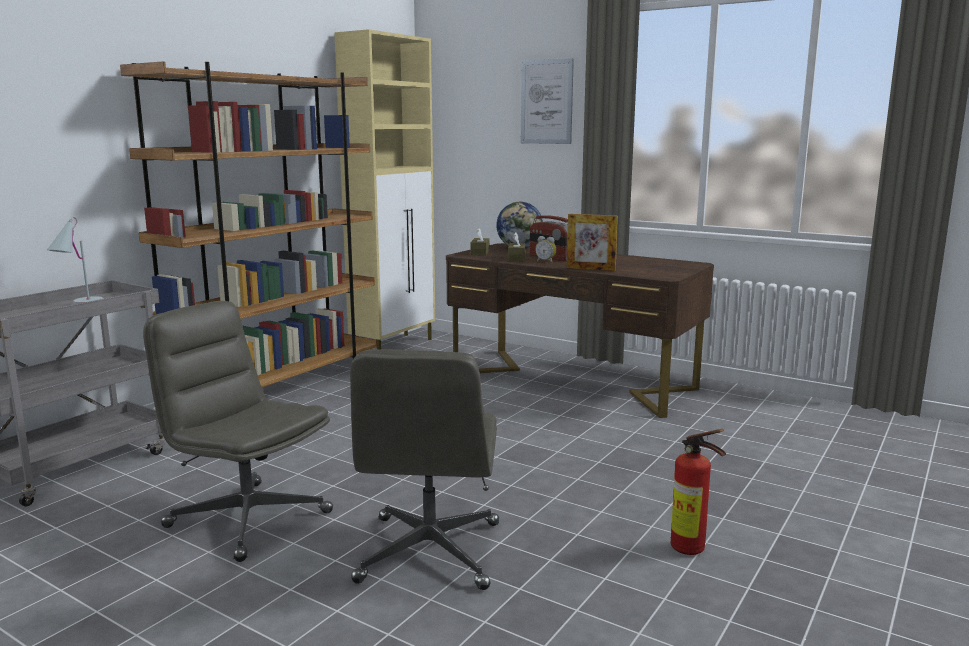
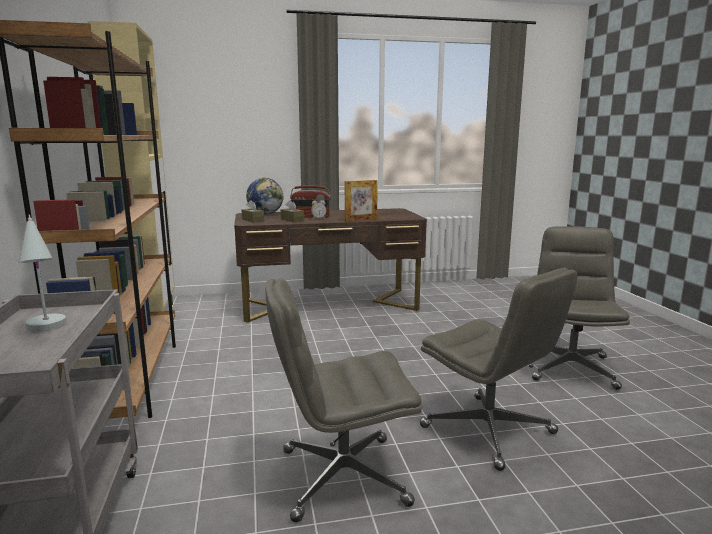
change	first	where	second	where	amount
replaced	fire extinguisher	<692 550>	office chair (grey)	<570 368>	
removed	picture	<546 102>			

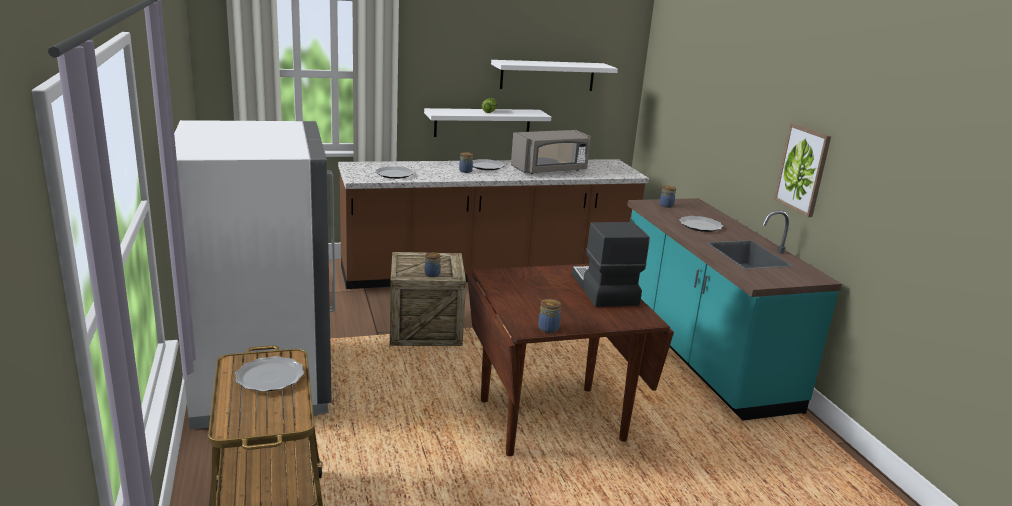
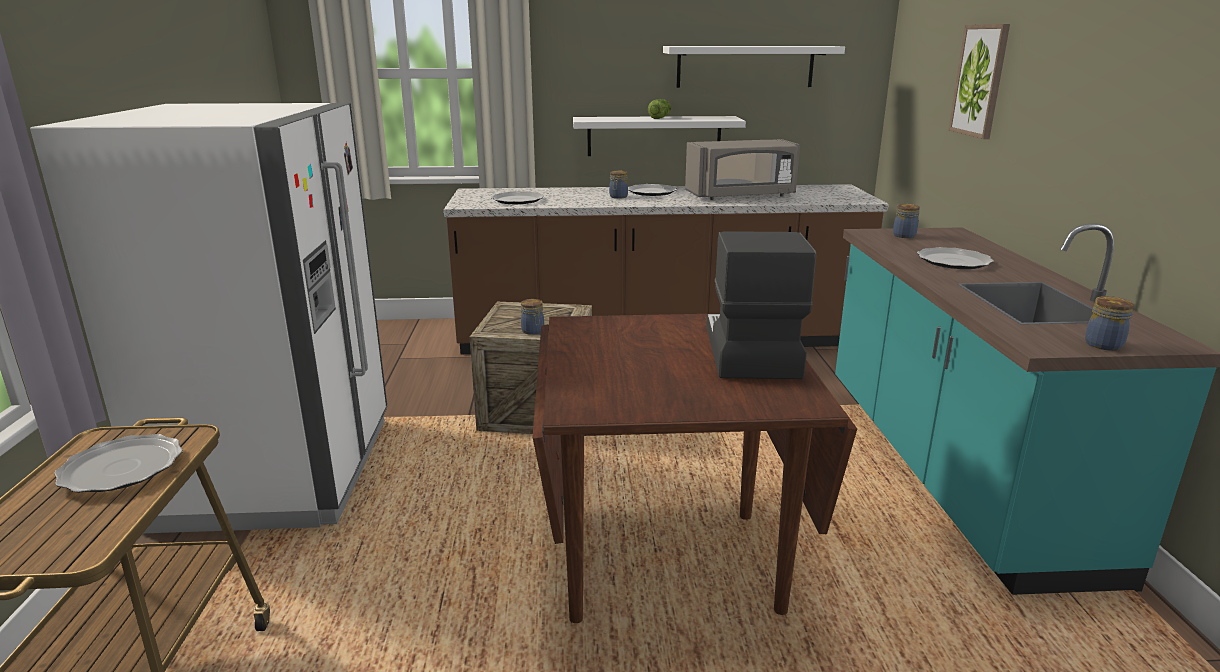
change	first	where	second	where	amount
moved	picture	<803 169>		<980 80>	
moved	jar	<548 328>		<1103 344>	

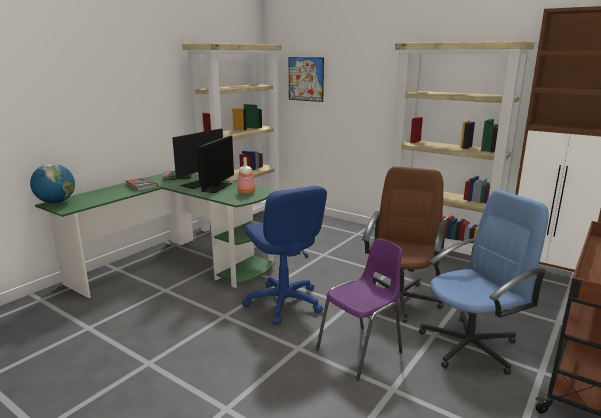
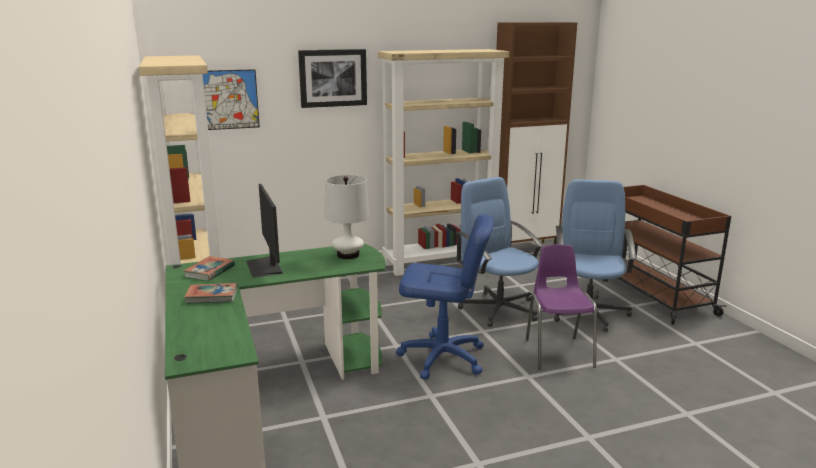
change	first	where	second	where	amount
added			picture	<333 78>	
replaced	bottle	<246 192>	table lamp (white)	<348 255>	
recoloured	office chair (brown)	<400 300>	office chair (blue)	<499 309>	
removed	globe	<56 202>			
removed	monitor	<216 187>			

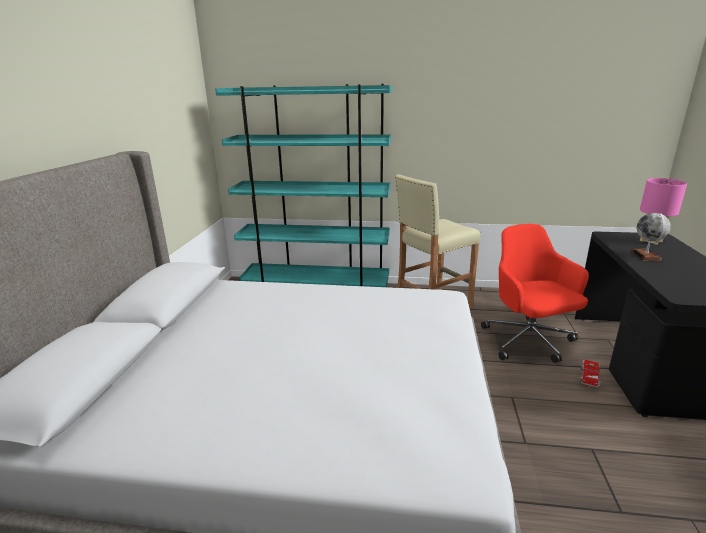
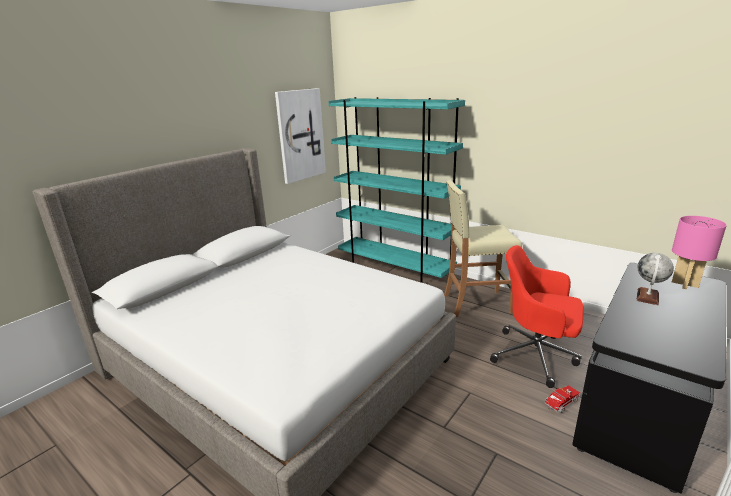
change	first	where	second	where	amount
added			picture	<300 135>	
turned	office chair (red)	<528 341>		<536 356>	75 degrees counterclockwise

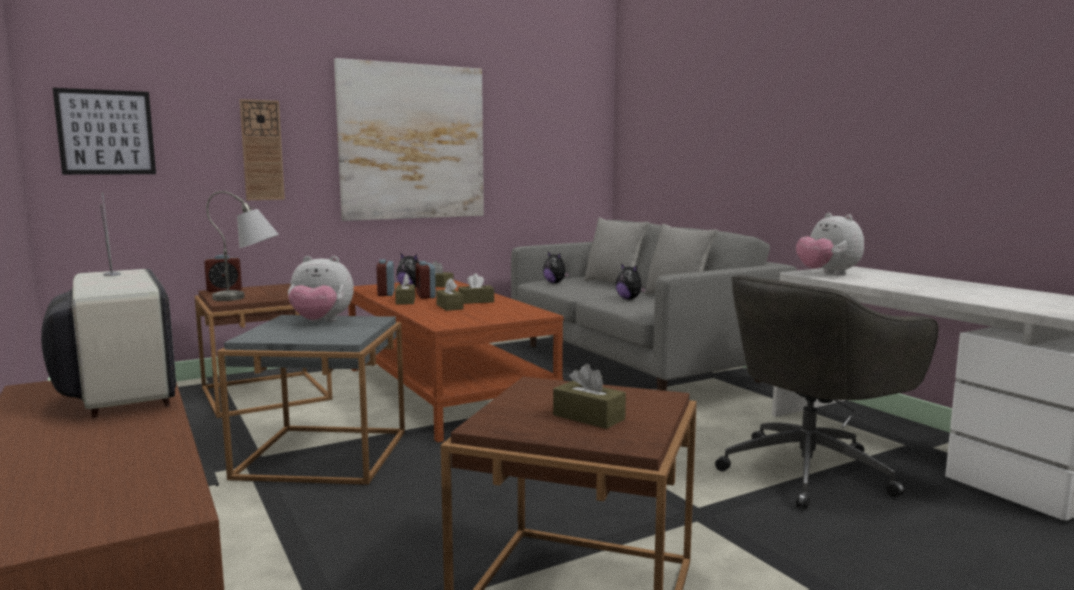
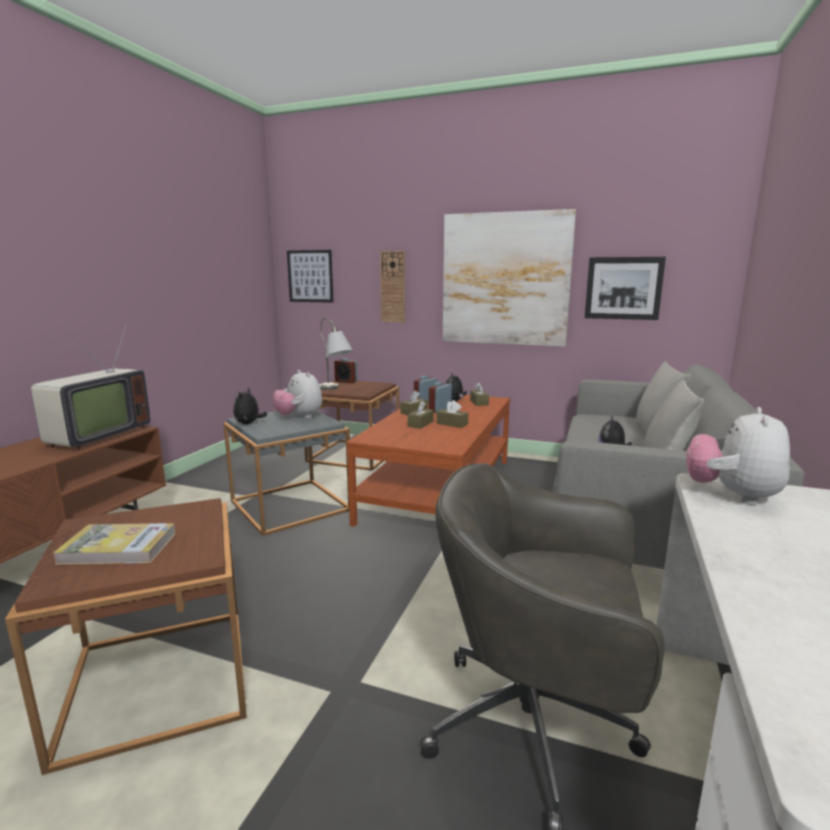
change	first	where	second	where	amount
replaced	tissue box (brown)	<588 417>	book	<118 548>	
moved	plush toy	<555 283>		<249 424>	
added			picture	<623 288>	

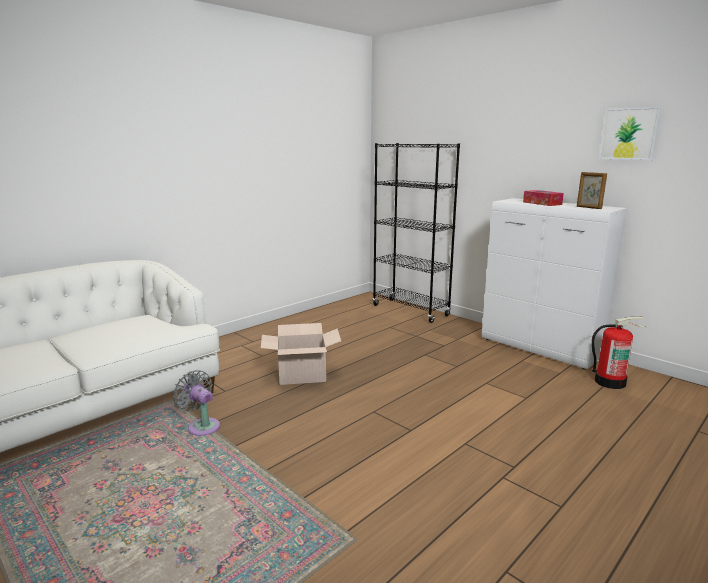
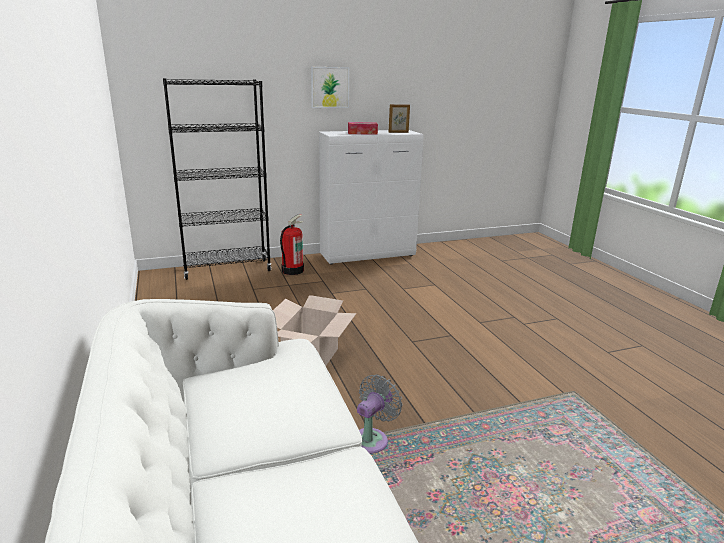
change	first	where	second	where	amount
moved	fire extinguisher	<610 382>		<292 270>	
moved	picture	<629 134>		<329 87>	
turned	fan (grey)	<202 426>		<372 439>	150 degrees clockwise

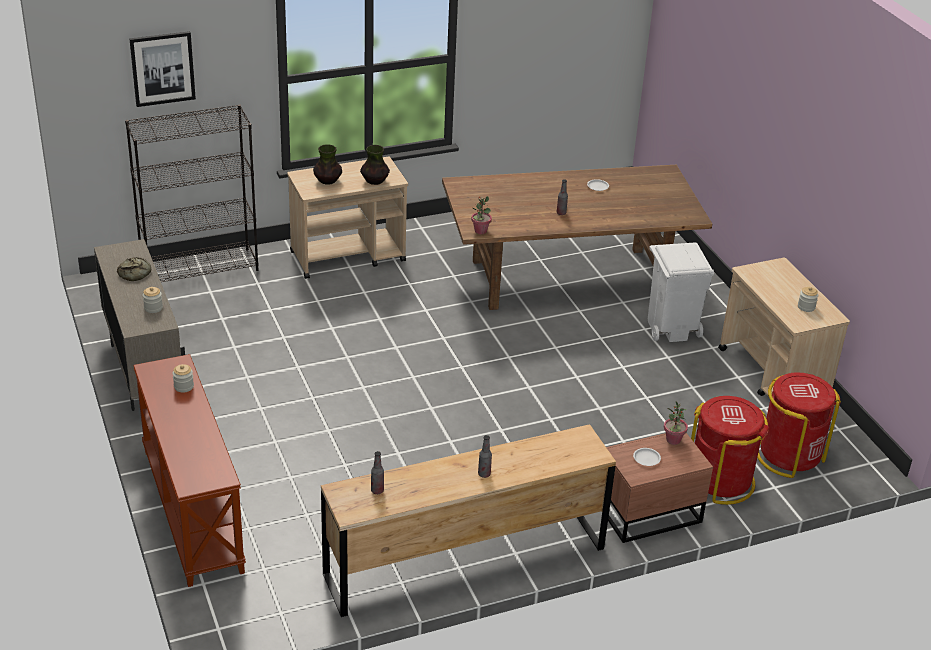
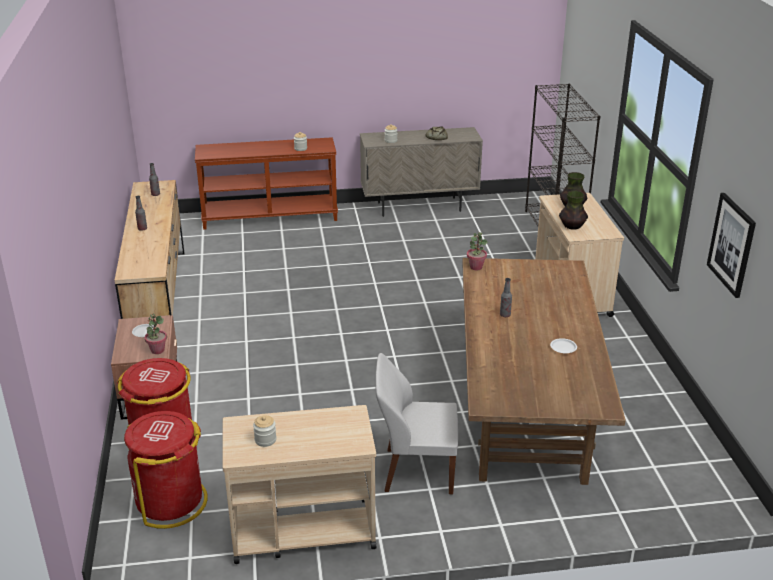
change	first	where	second	where	amount
replaced	trash can (white)	<671 328>	chair (white)	<416 471>	
moved	picture	<162 68>		<731 244>	

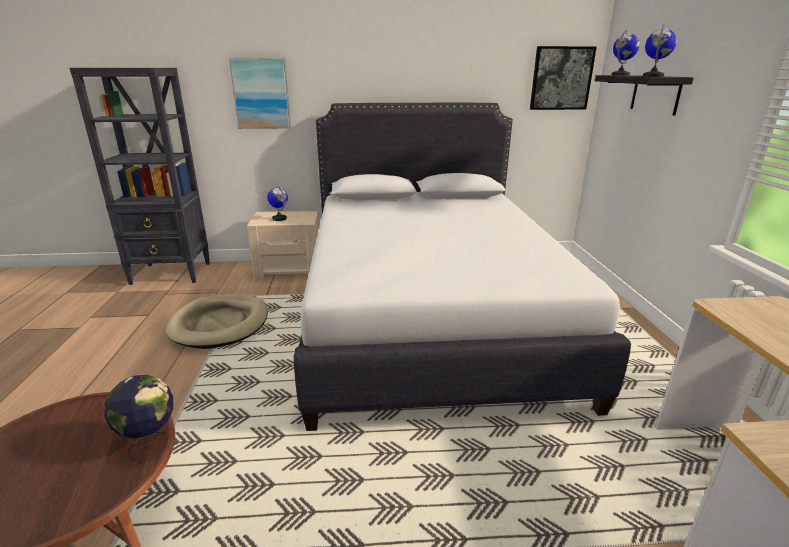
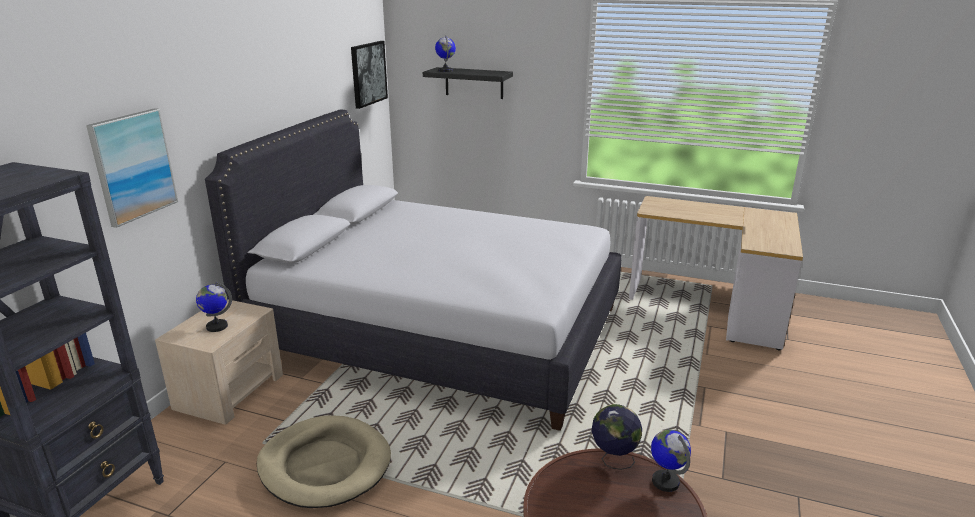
change	first	where	second	where	amount
moved	globe	<653 76>		<665 481>	

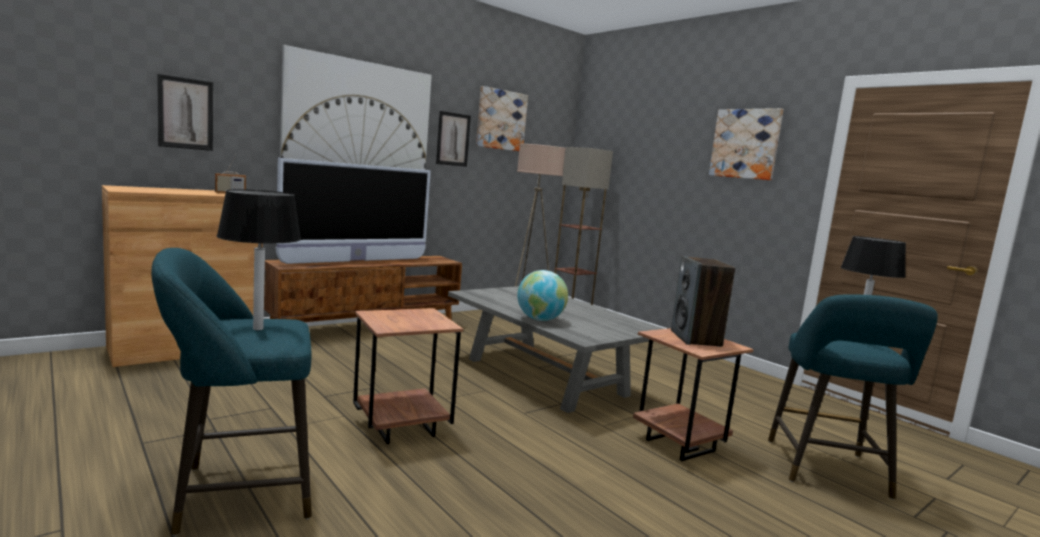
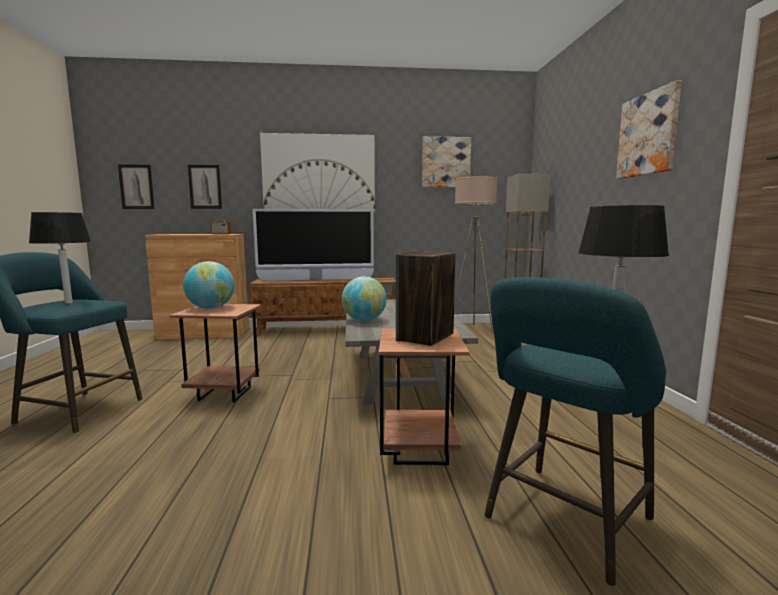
change	first	where	second	where	amount
moved	picture	<453 139>		<136 187>	
added			globe	<211 308>	

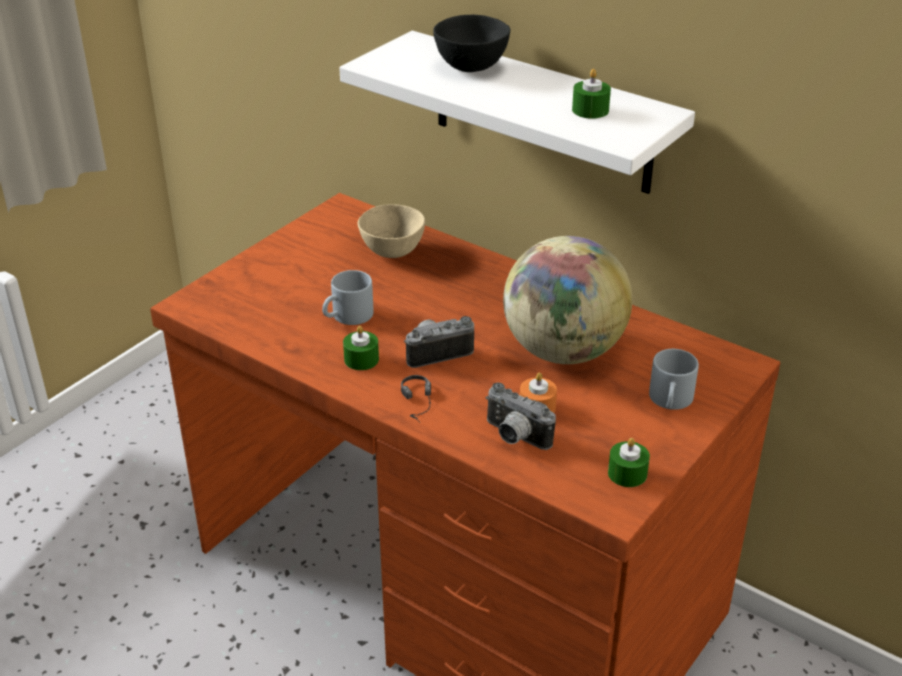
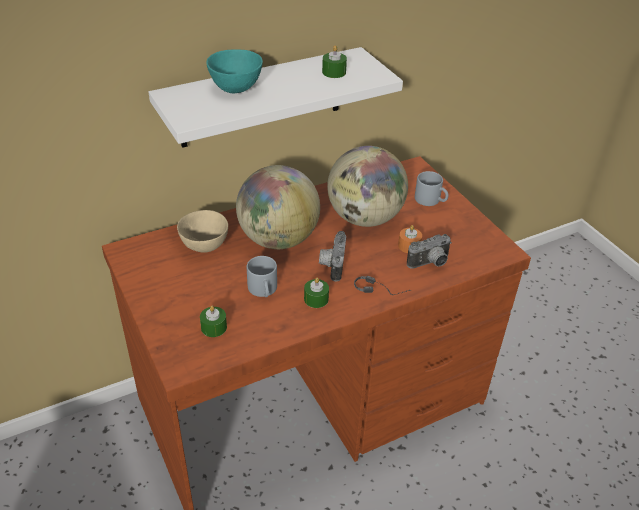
change	first	where	second	where	amount
moved	candle (green)	<627 473>		<214 327>	
recoloured	bowl (black)	<472 68>	bowl (turquoise)	<236 88>	
added			globe	<278 239>	

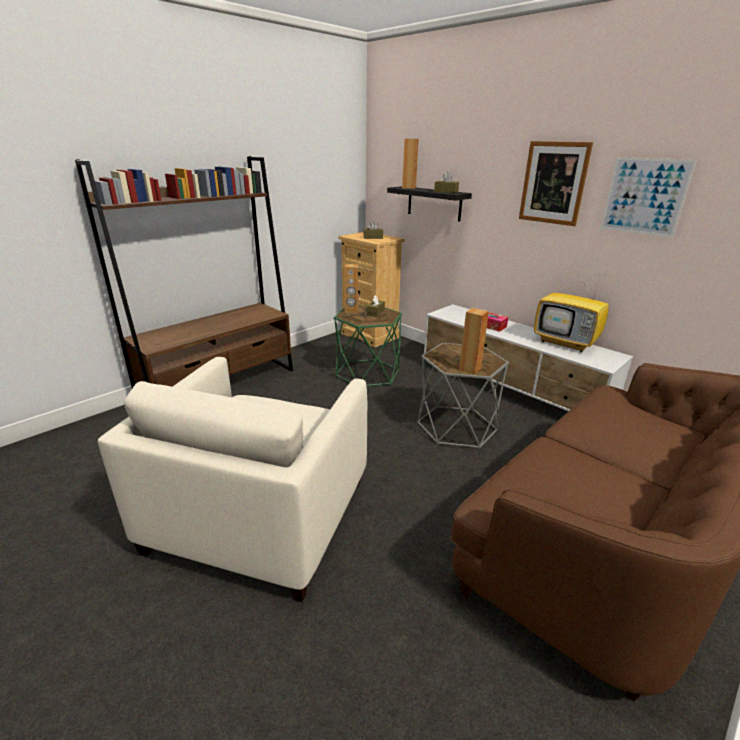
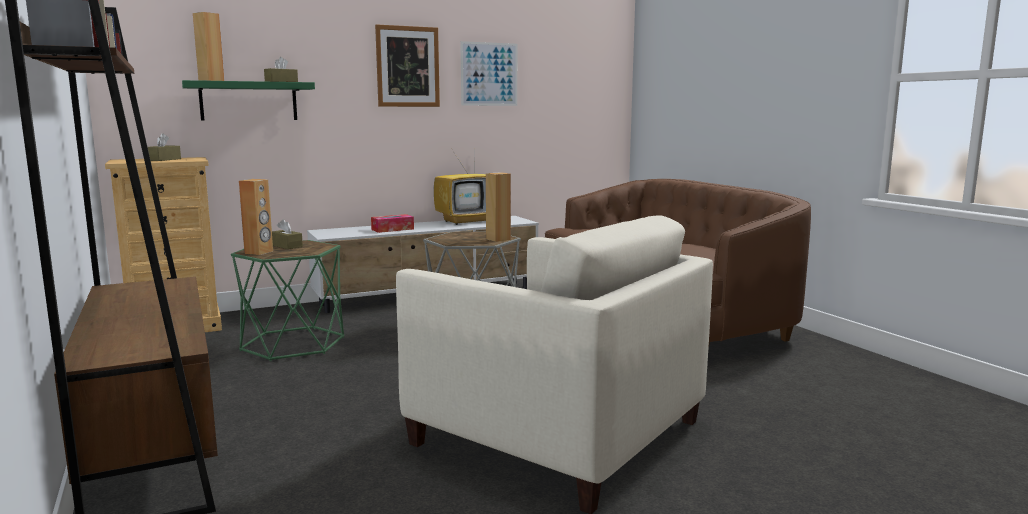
change	first	where	second	where	amount
recoloured	shelf (black)	<434 203>	shelf (green)	<248 101>	

